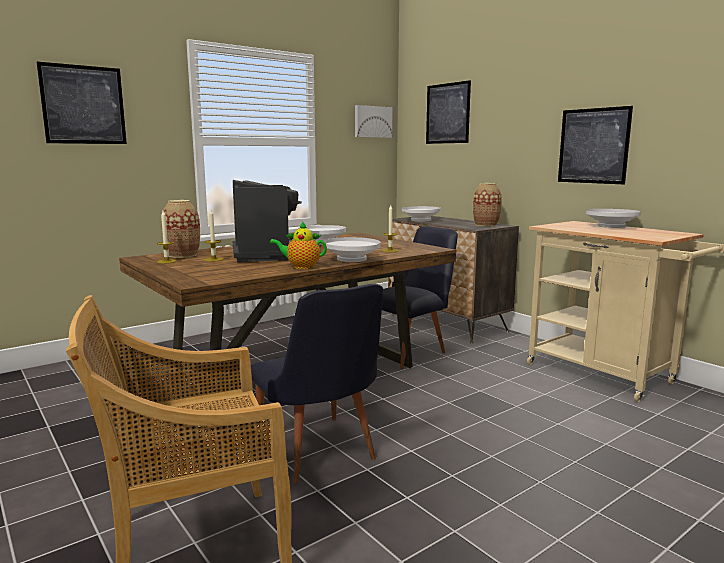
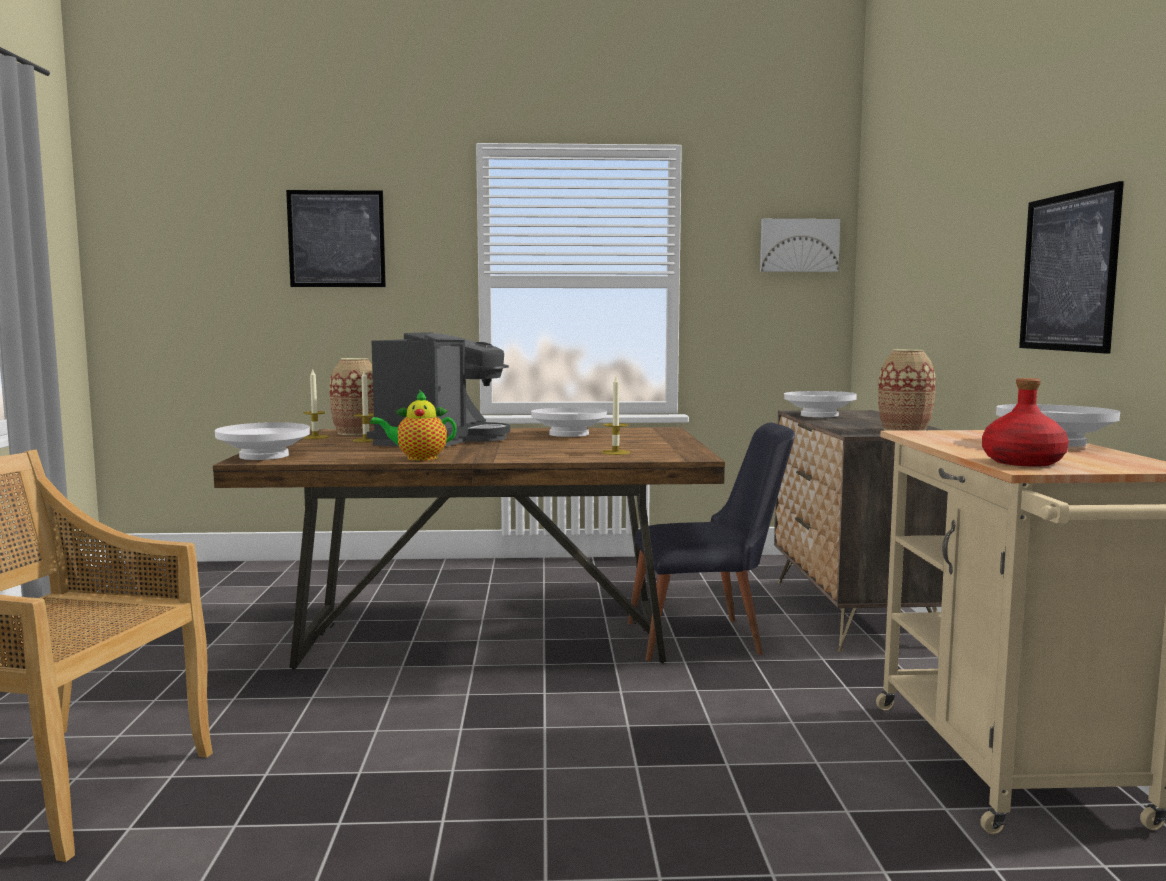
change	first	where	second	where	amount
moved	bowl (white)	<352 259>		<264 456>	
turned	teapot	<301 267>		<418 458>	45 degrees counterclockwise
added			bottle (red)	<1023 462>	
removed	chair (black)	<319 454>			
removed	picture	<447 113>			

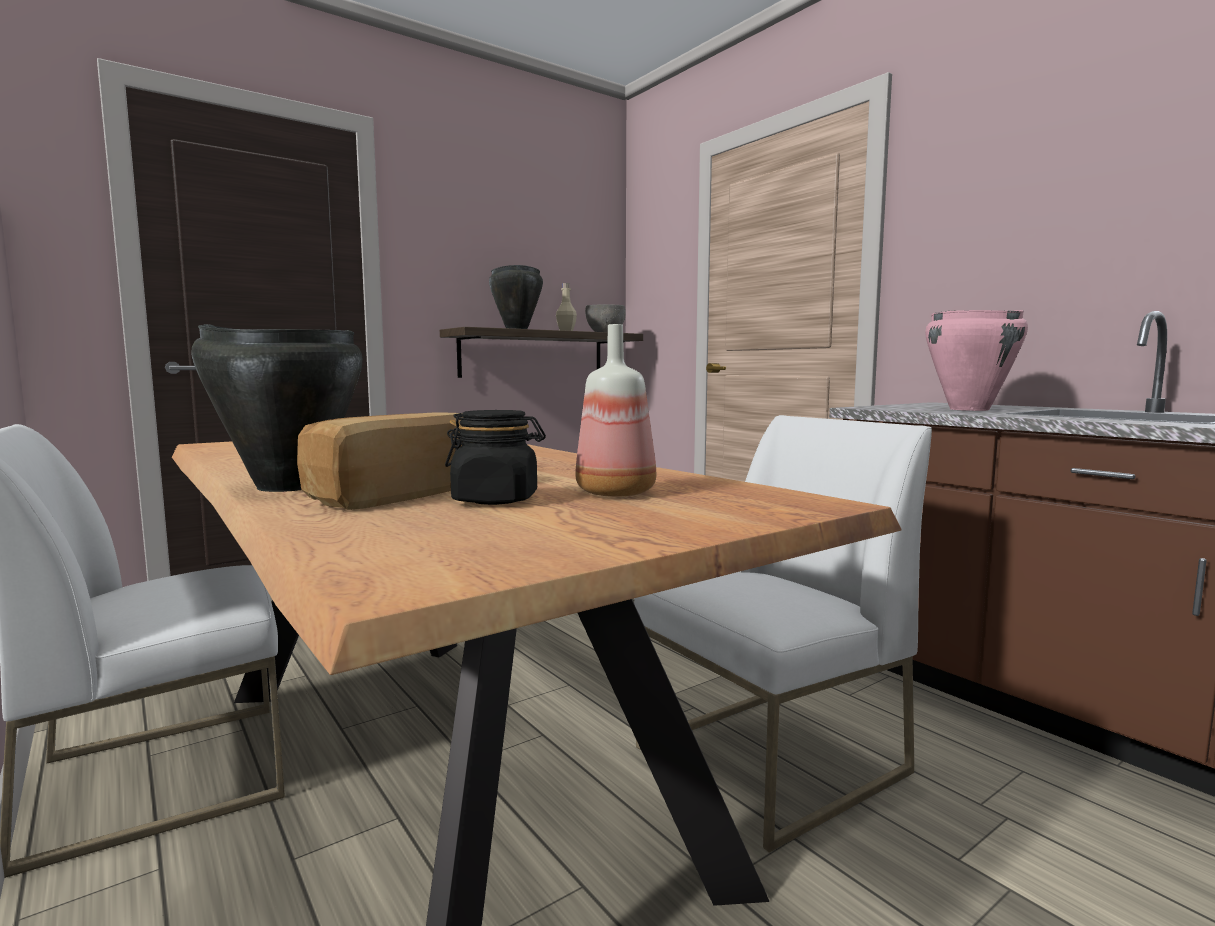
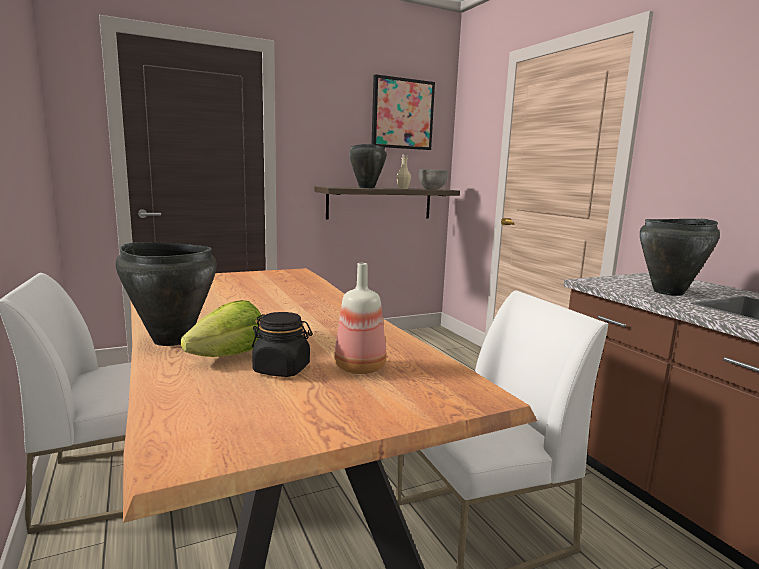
change	first	where	second	where	amount
replaced	bread	<398 494>	lettuce	<229 356>	
added			picture	<402 114>	
recoloured	cooking pot (pink)	<970 409>	cooking pot (black)	<669 292>	

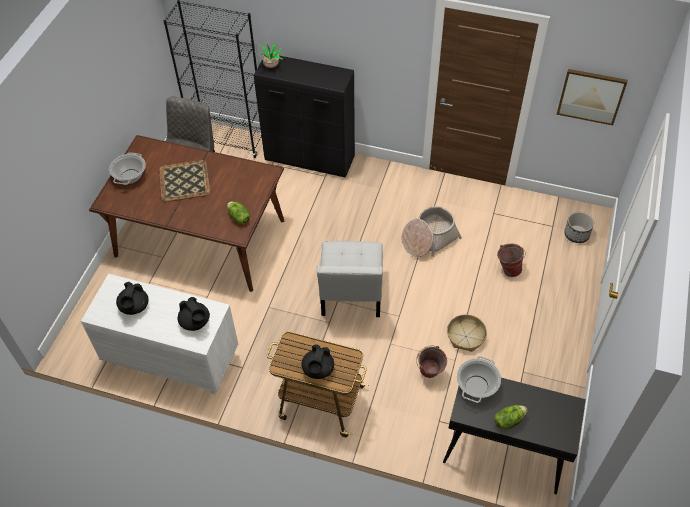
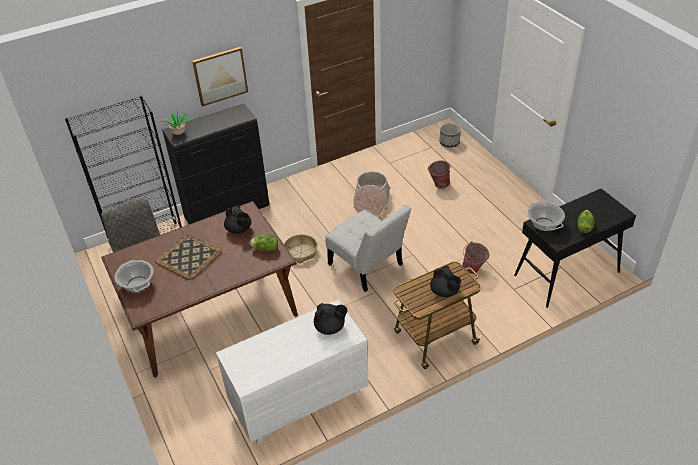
change	first	where	second	where	amount
moved	picture	<591 96>		<220 76>	
moved	teapot (black)	<134 307>		<239 229>	
moved	basket	<466 336>		<301 252>	

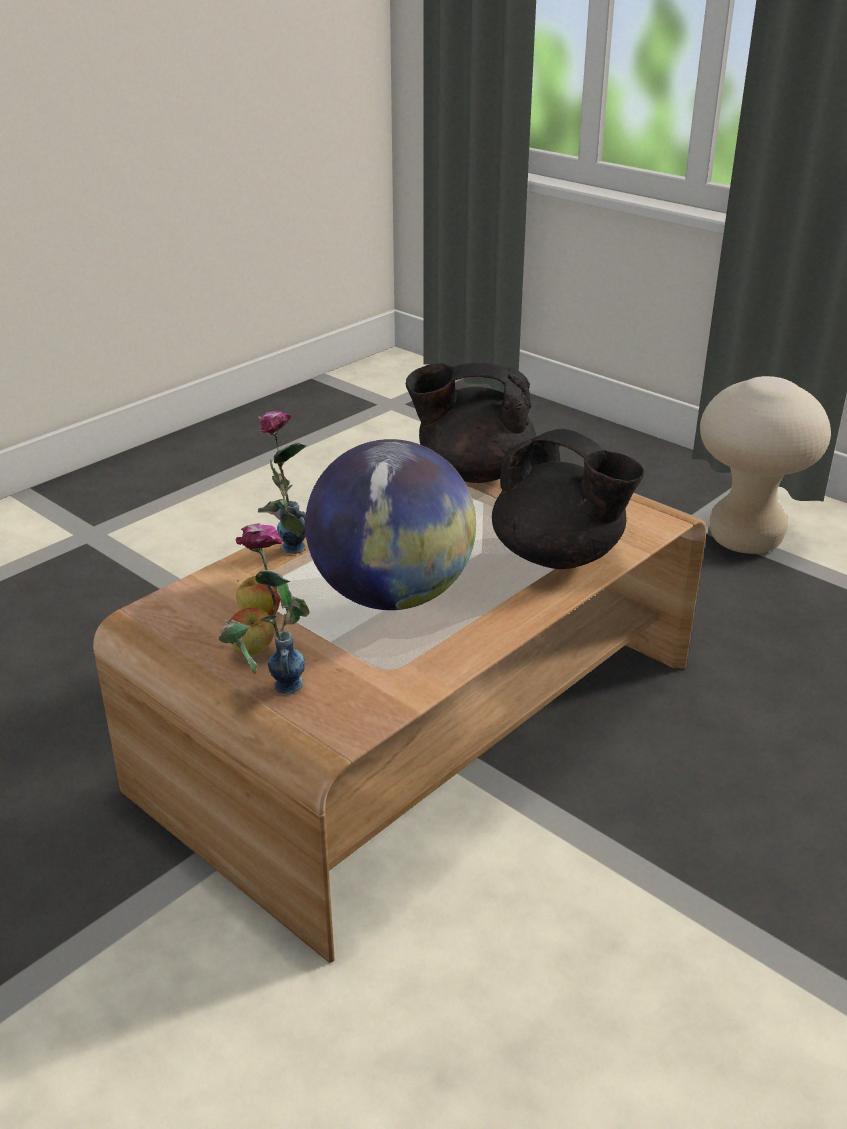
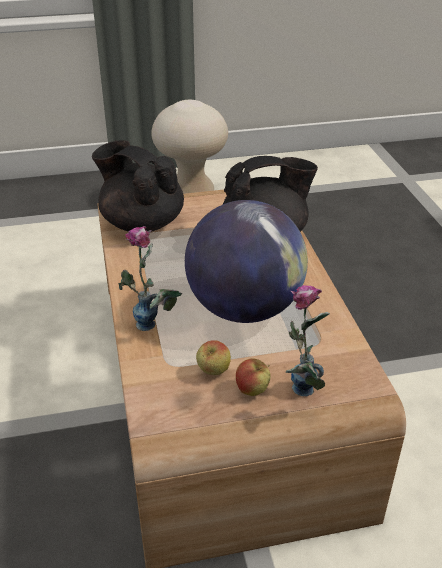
change	first	where	second	where	amount
turned	teapot (black)	<473 472>		<141 223>	90 degrees clockwise

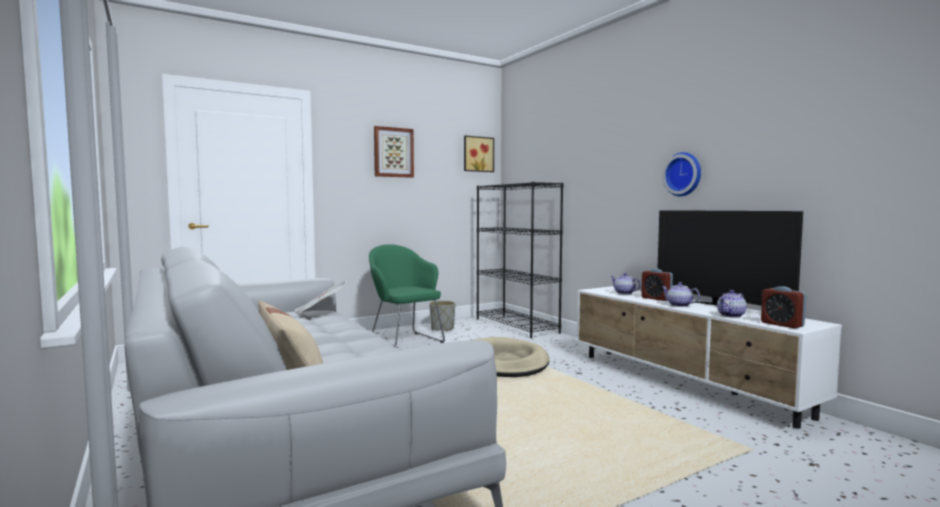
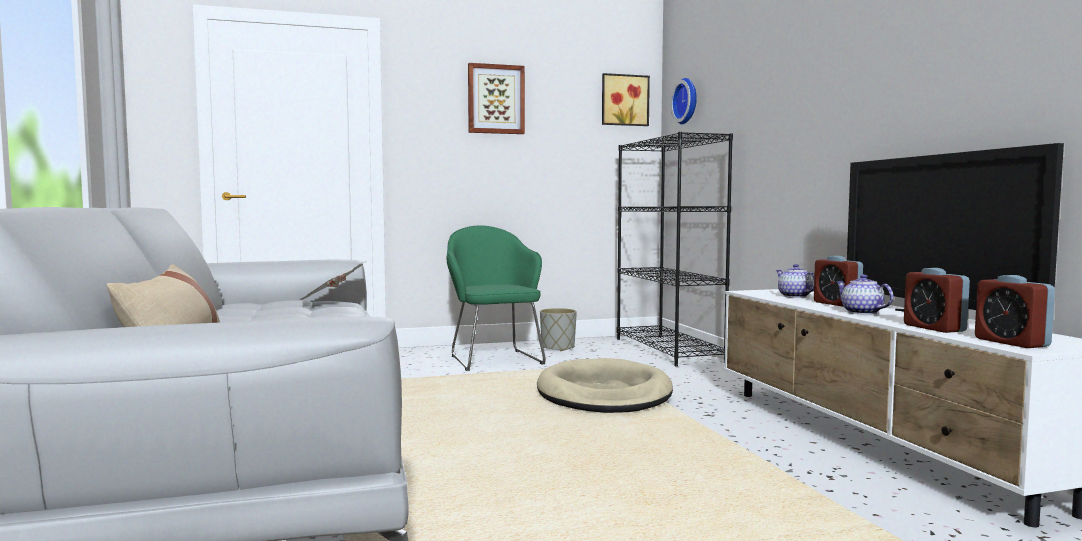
change	first	where	second	where	amount
moved	wall clock	<684 174>		<687 101>	
replaced	teapot	<731 316>	alarm clock	<934 328>	

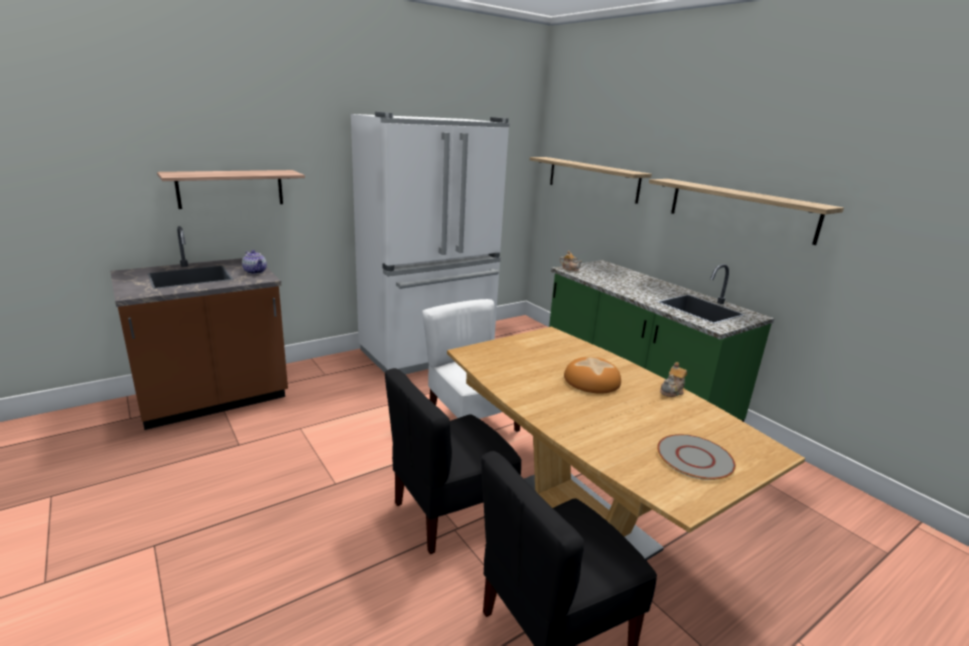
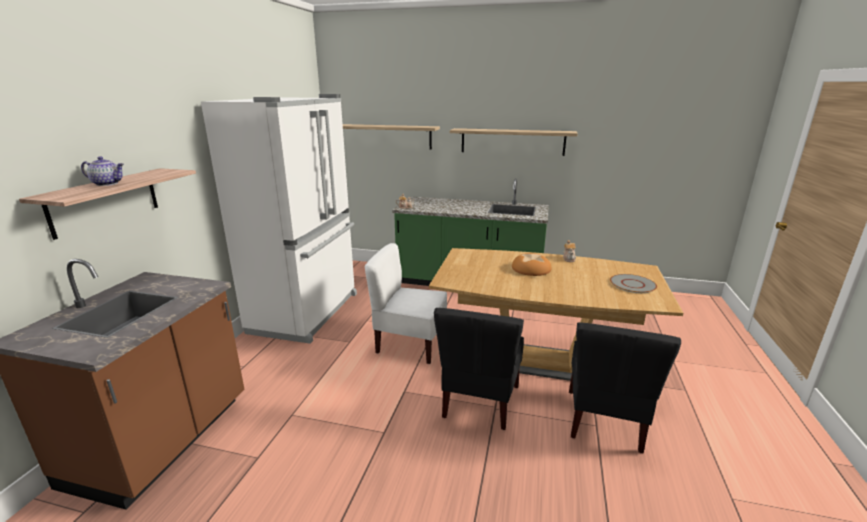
change	first	where	second	where	amount
moved	teapot	<256 272>		<108 184>	

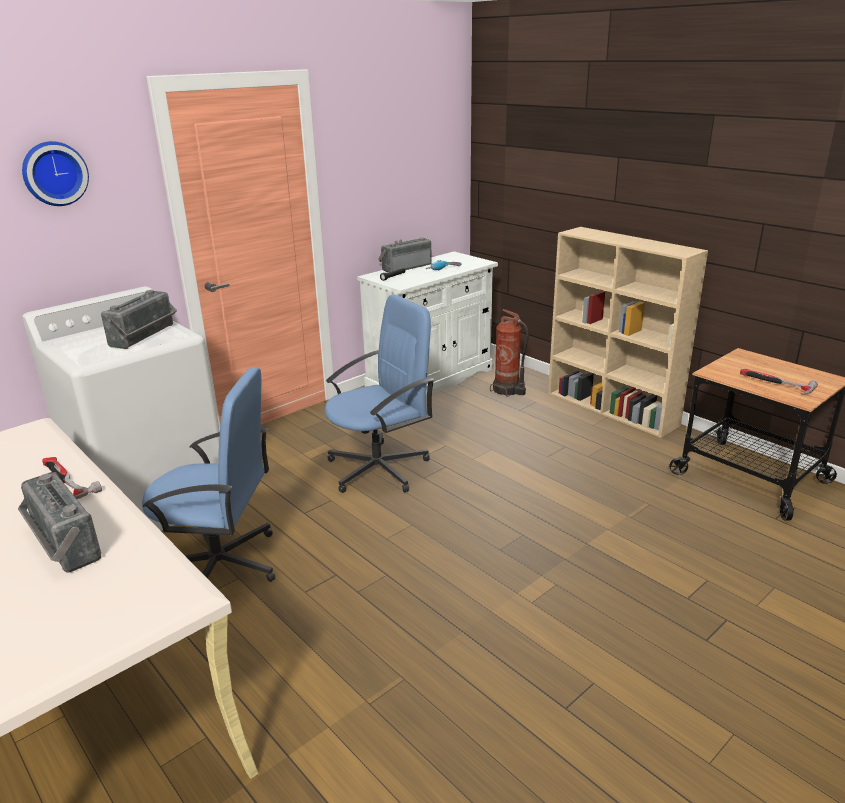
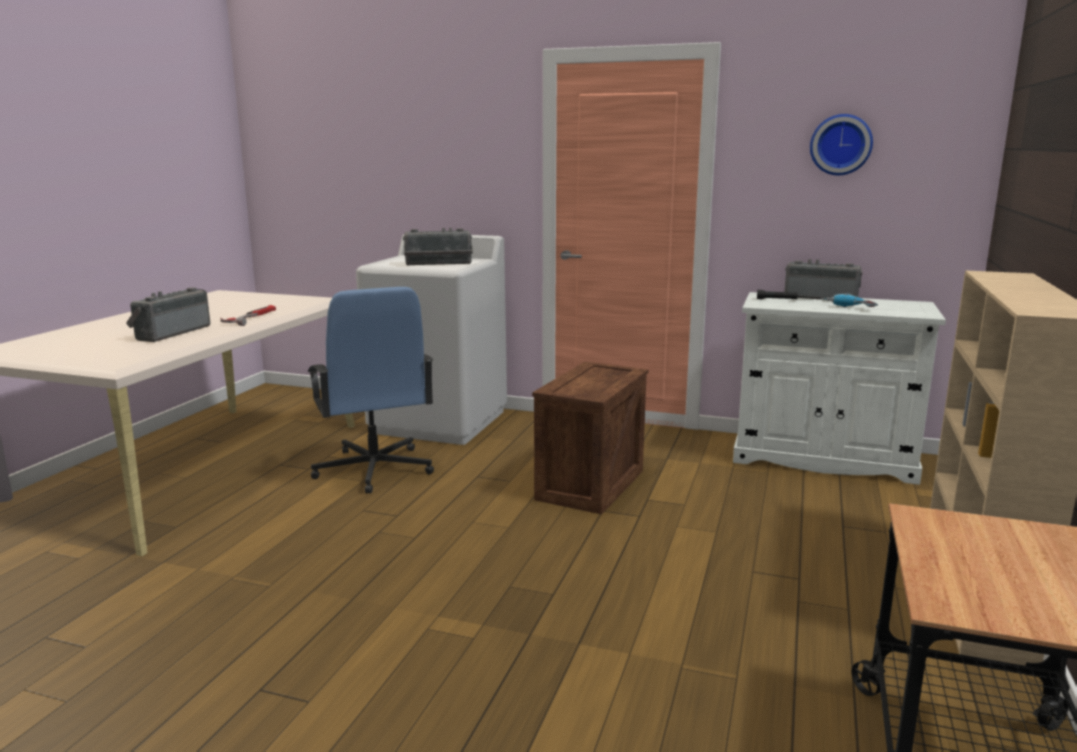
change	first	where	second	where	amount
replaced	office chair (blue)	<379 468>	crate	<591 485>	
moved	wall clock	<54 173>		<840 145>	
removed	fire extinguisher	<507 390>			
removed	hammer	<775 384>			

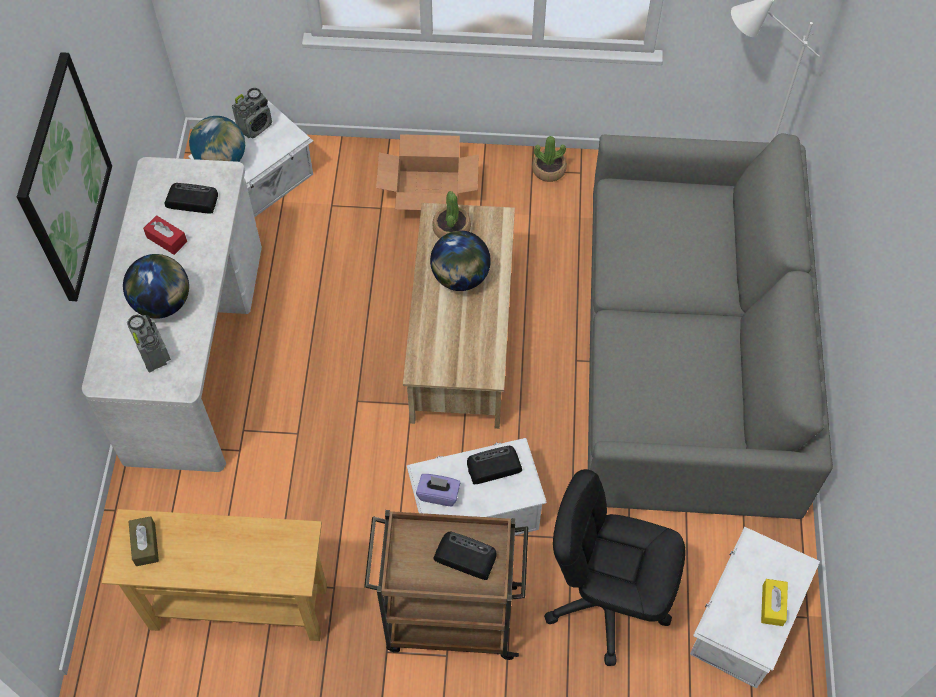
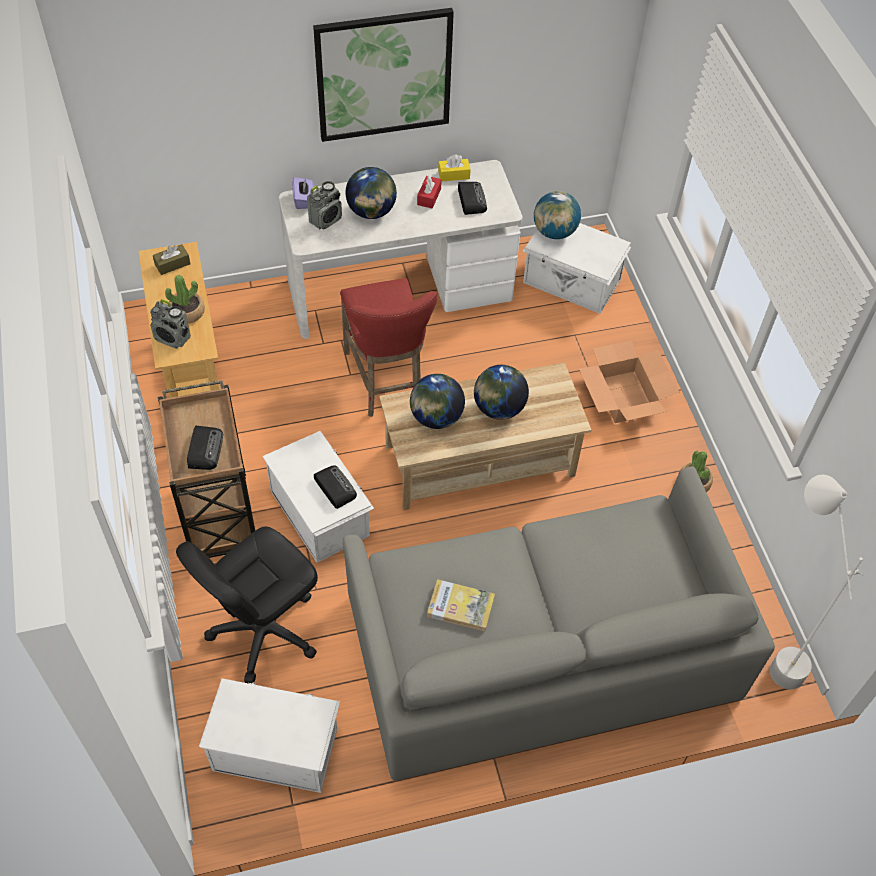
change	first	where	second	where	amount
moved	radio	<255 126>		<173 338>	
moved	potted plant	<451 229>		<187 312>	
turned	office chair (black)	<607 601>		<264 630>	135 degrees counterclockwise
moved	tissue box (purple)	<438 494>		<304 200>	
added			stool (red)	<386 382>	
added			globe	<436 417>	
added			book	<460 607>	
moved	tissue box (yellow)	<772 605>		<454 175>	

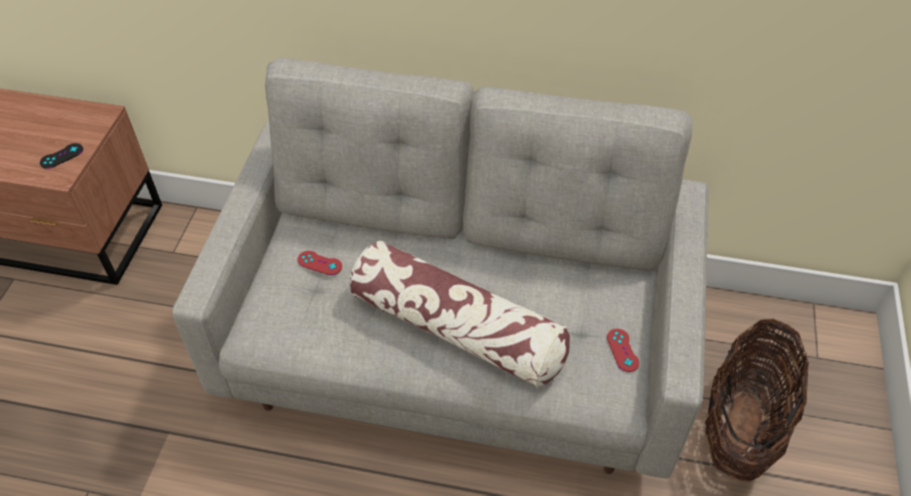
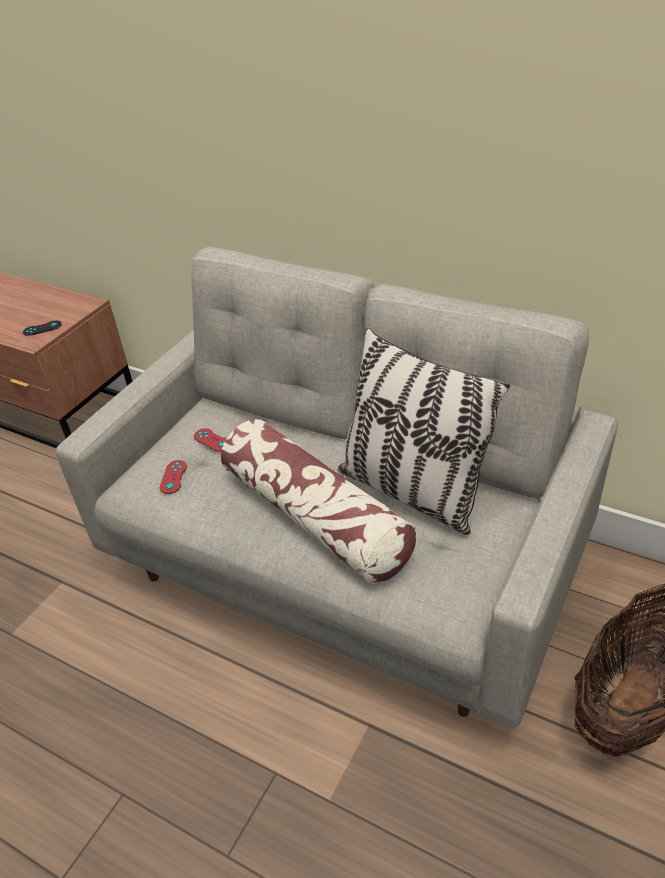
change	first	where	second	where	amount
moved	game controller (red)	<622 350>		<173 477>	
added			pillow	<411 491>	

